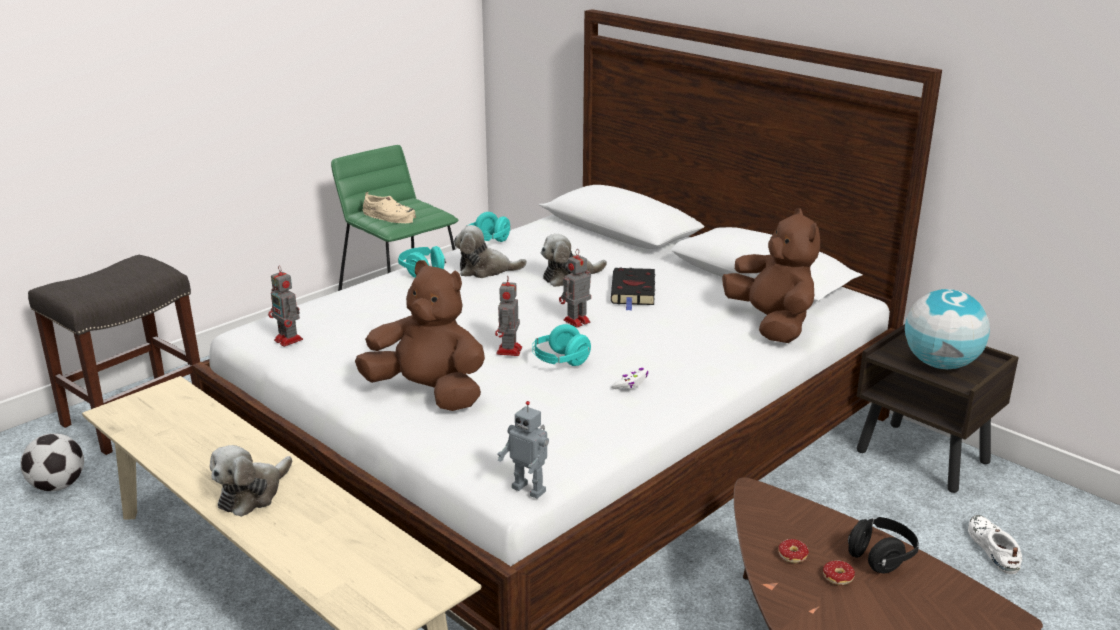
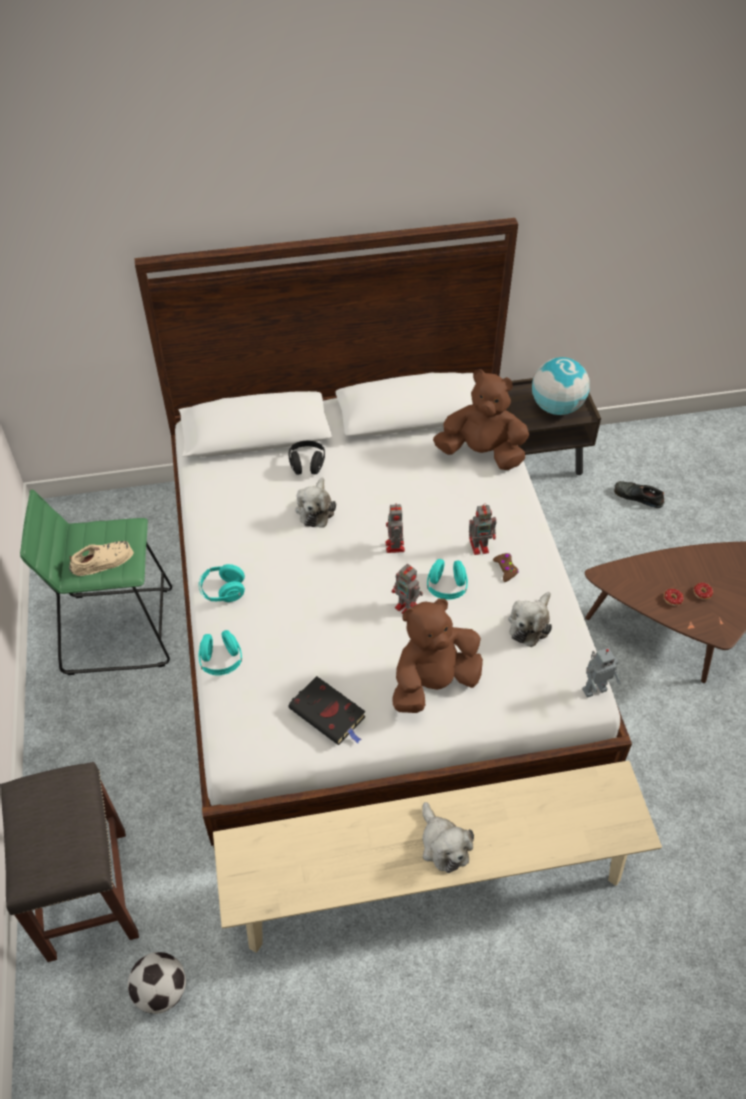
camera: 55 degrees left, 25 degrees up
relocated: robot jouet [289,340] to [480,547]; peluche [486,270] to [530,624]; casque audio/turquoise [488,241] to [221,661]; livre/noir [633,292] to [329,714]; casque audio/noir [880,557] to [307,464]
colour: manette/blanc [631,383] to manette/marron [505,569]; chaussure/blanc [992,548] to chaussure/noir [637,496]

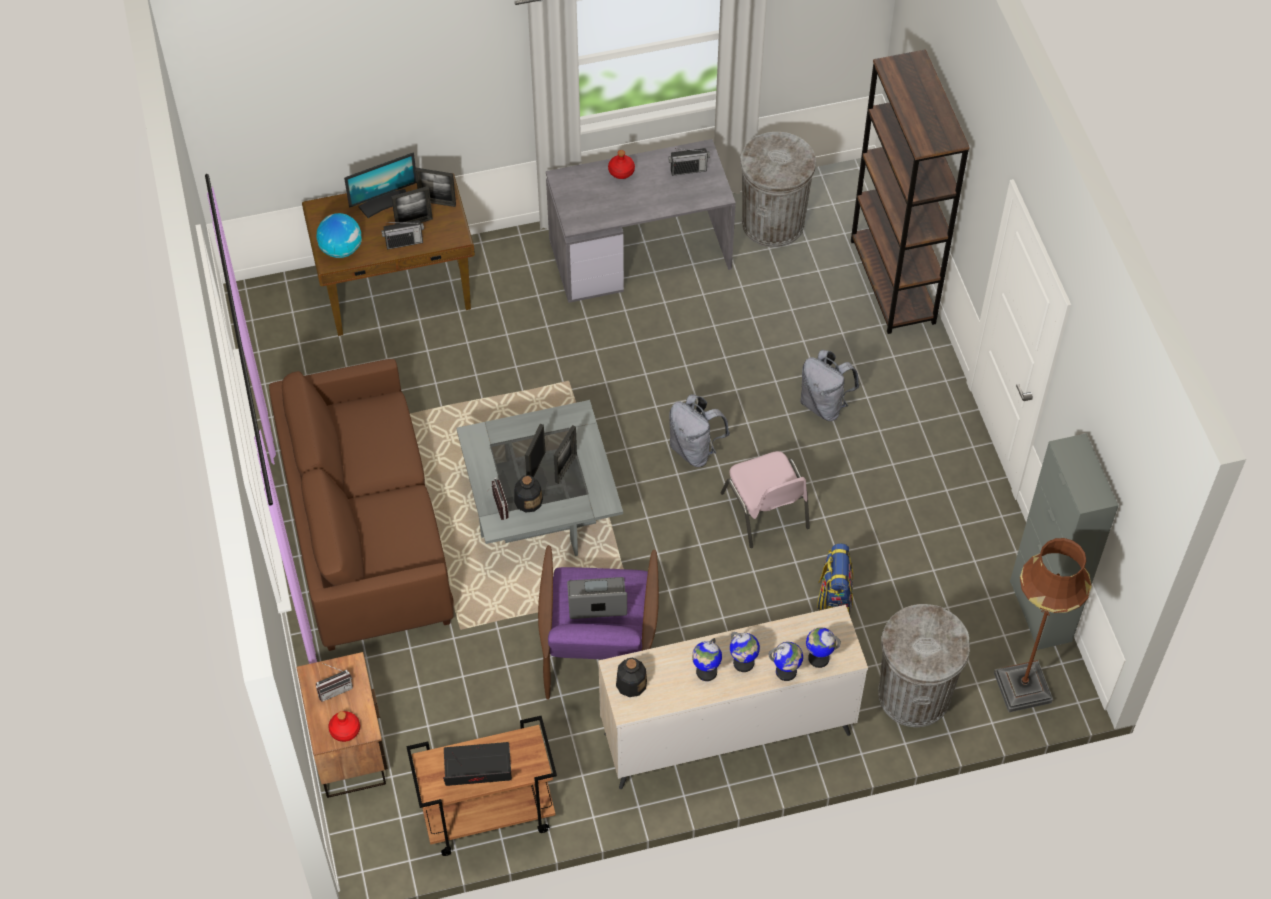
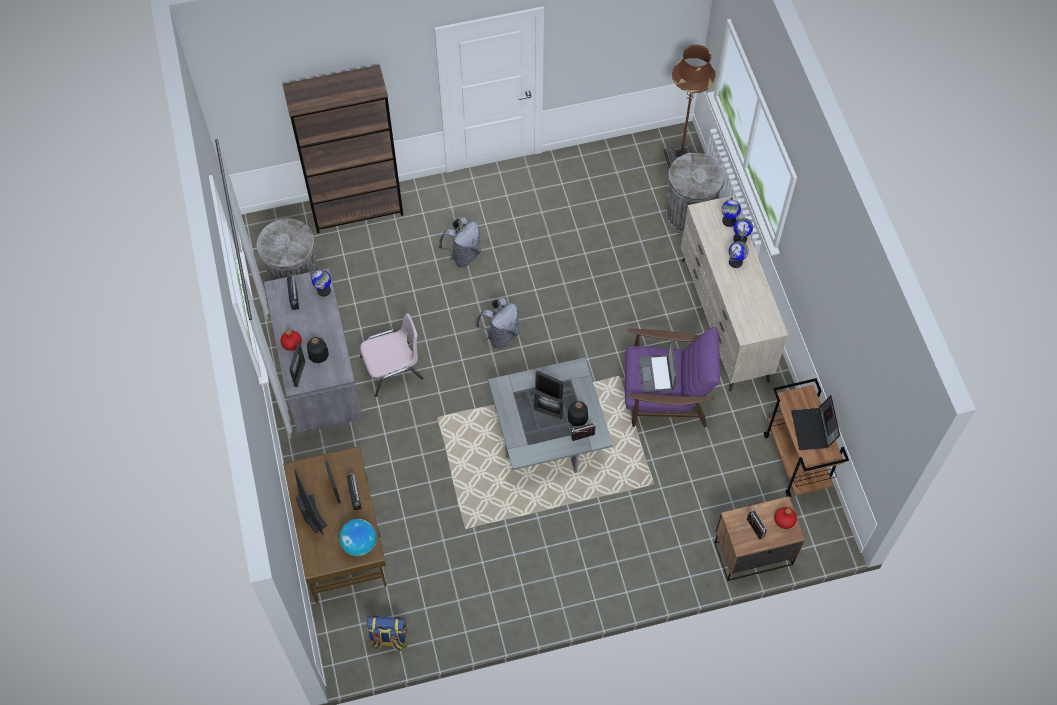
camera: 90 degrees left, 5 degrees up
missing: canapé/marron [366,532]; meuble de rangement/gris [1040,611]
relocated: cadre photo [437,202] to [299,374]; bouteille [631,683] to [318,354]; globe [706,672] to [324,290]; chaise/rose [766,511] to [393,368]; sac à dos [834,598] to [389,639]

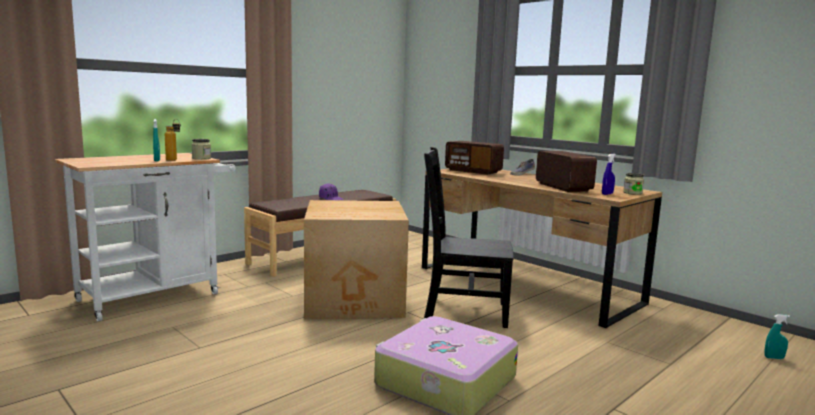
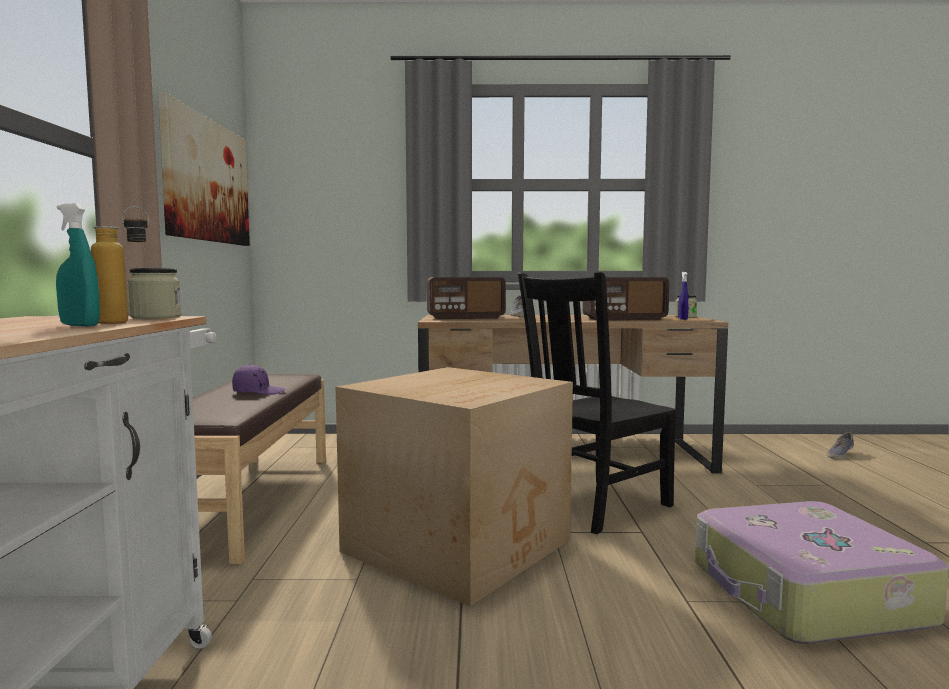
camera: 45 degrees left, 5 degrees down
appeared: tableau [207,181]
exchanged: vaporisateur/turquoise [774,358] to chaussure [839,454]
spun: radio [563,187] = [624,319] 150 degrees clockwise

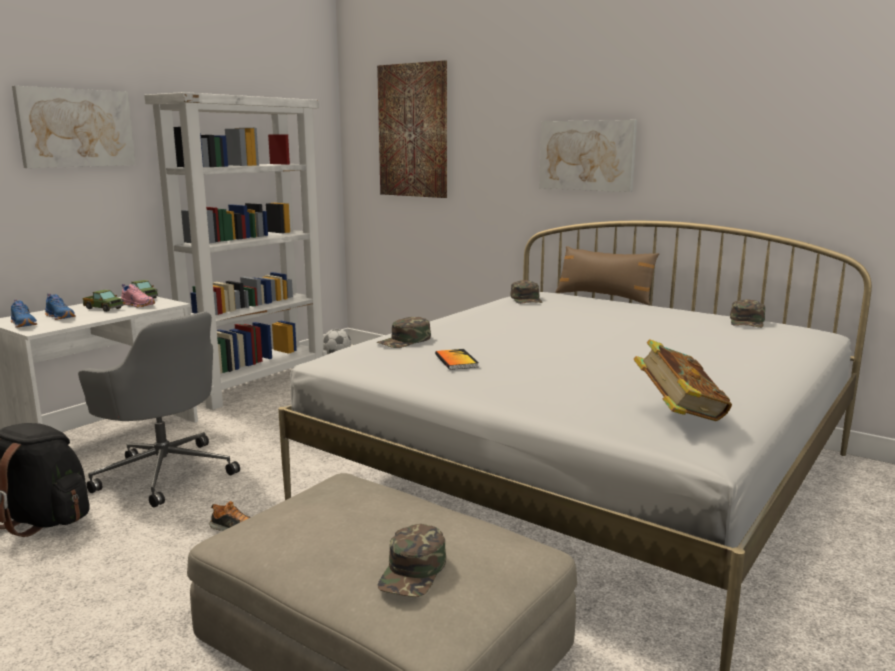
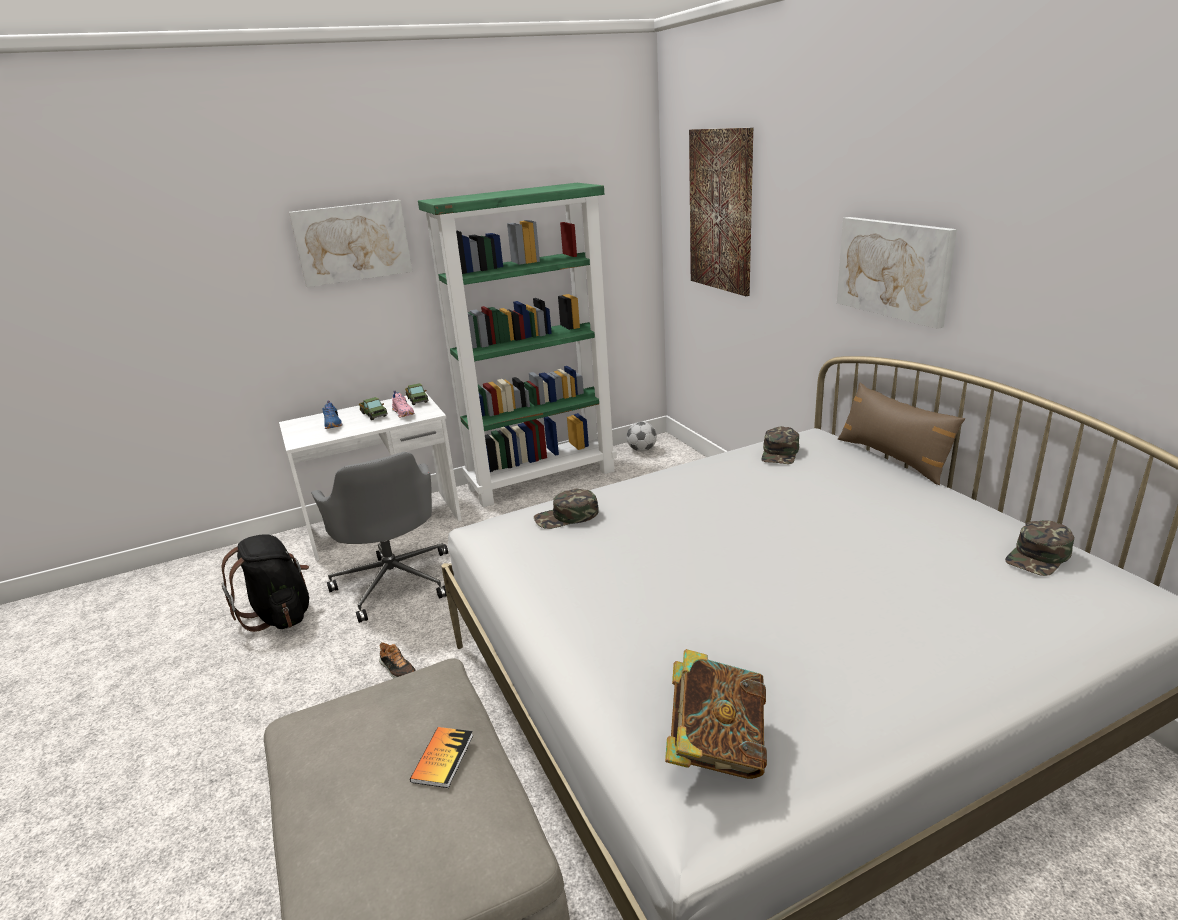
camera: 30 degrees right, 10 degrees up
missing: chaussure/bleu [24,324]; casquette/vert [413,571]
relocated: livre [456,361] to [442,758]
colour: bibliothèque/blanc [257,384] to bibliothèque/vert [542,479]

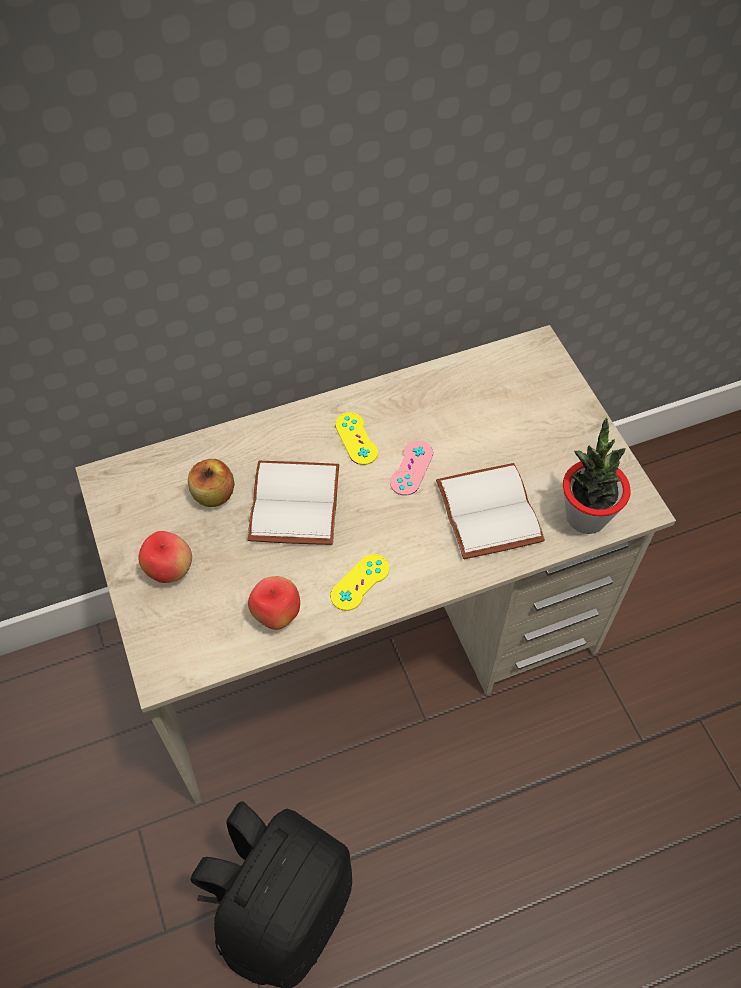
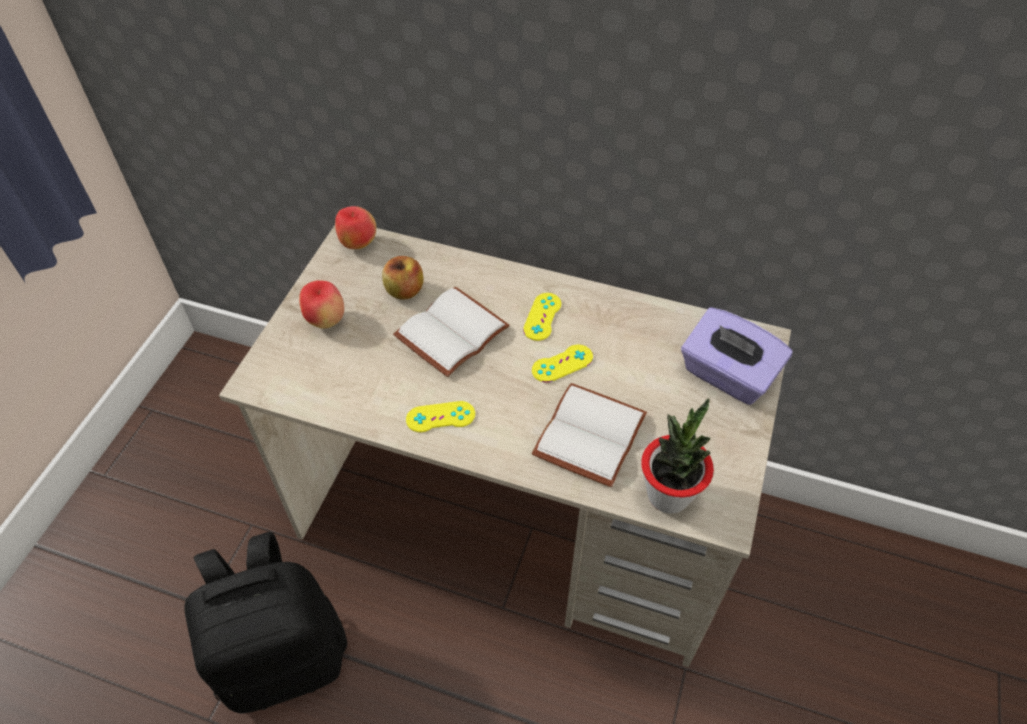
camera: 40 degrees right, 5 degrees down
appeared: boîte à mouchoirs/violet [727,375]
relocated: pomme [276,615] to [358,244]
colour: manette/rose [411,468] to manette/jaune [562,363]

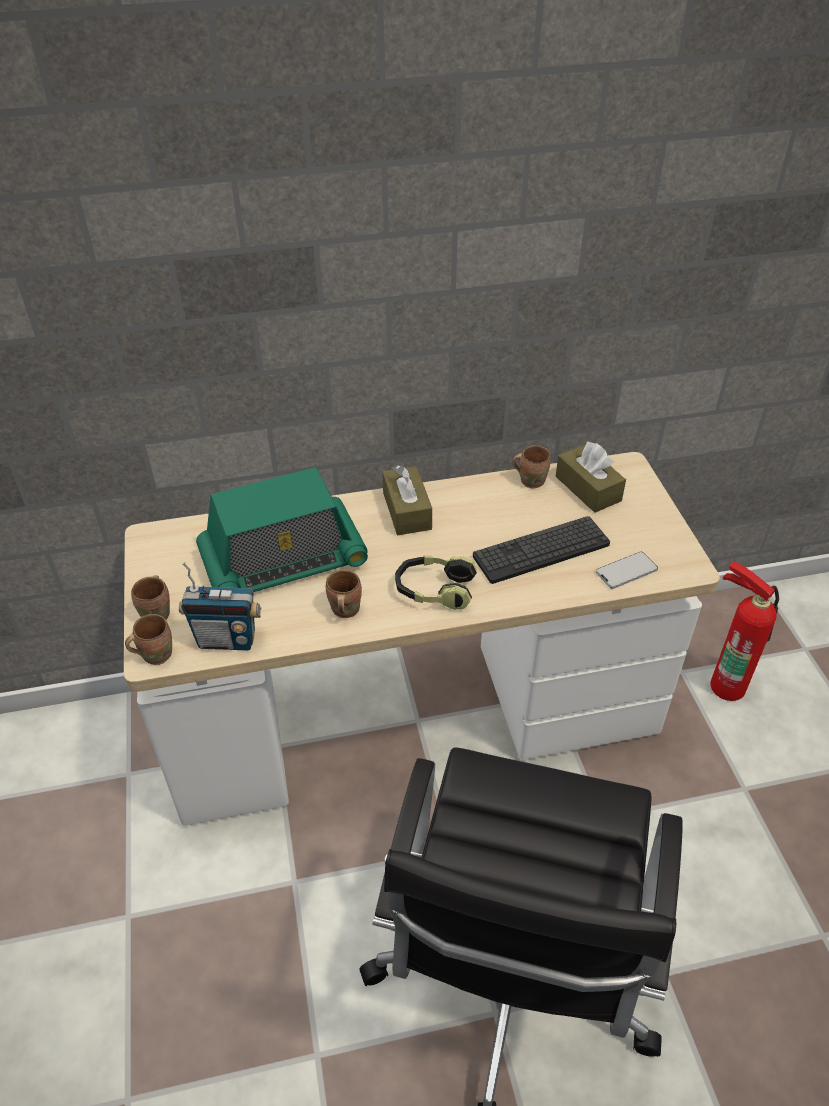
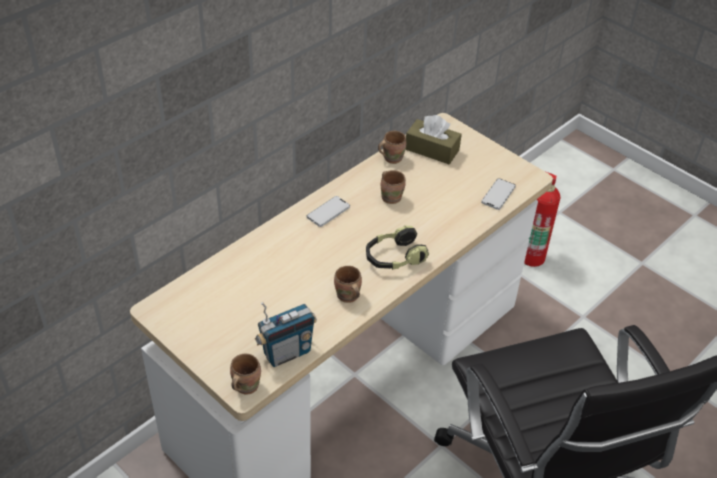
camera: 35 degrees left, 0 degrees up
missing: radio [283,561]; clavier [541,550]
relocated: mug/marron [158,613] to [391,197]
exchanged: boîte à mouchoirs/marron [407,511] to téléphone [328,212]

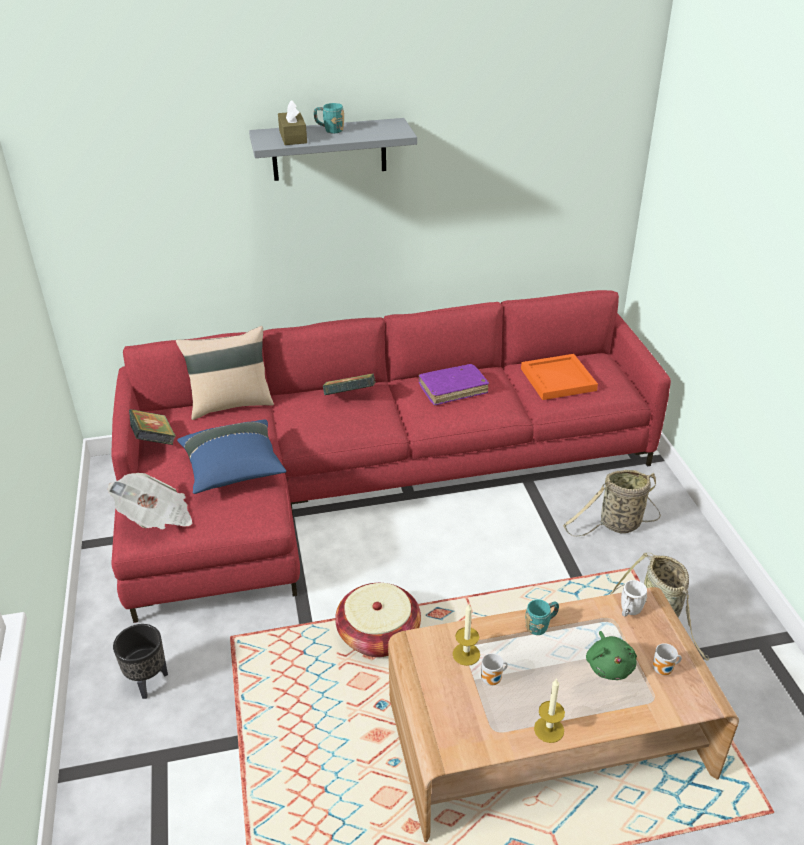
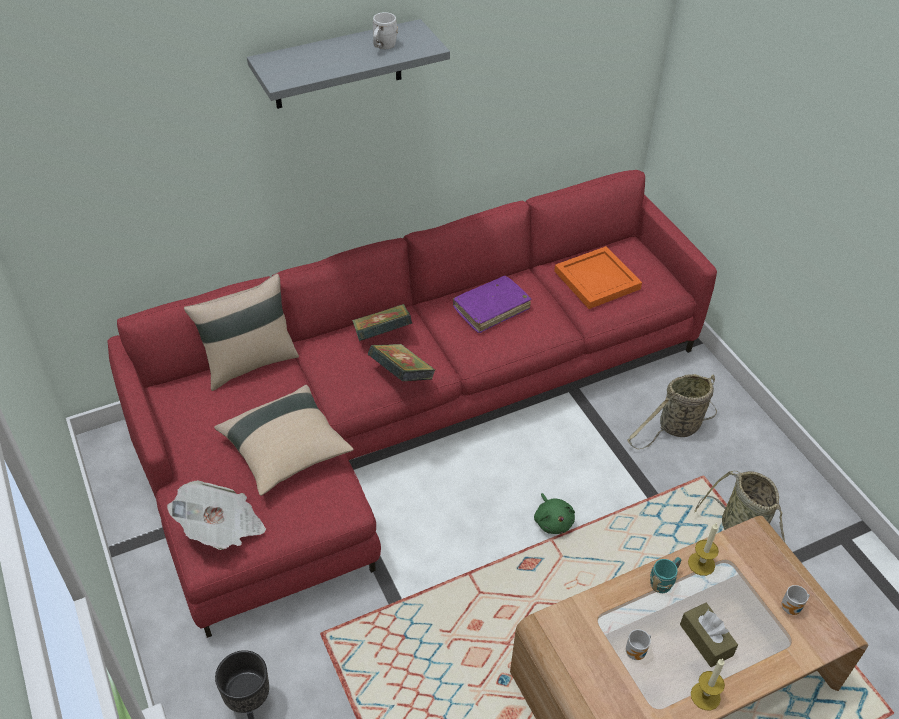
camera: 15 degrees left, 10 degrees up
missing: mug/turquoise [330,130]; panier [379,635]
relocated: livre [154,441] to [401,375]; boîte à mouchoirs/marron [293,137] to [706,640]; bougie [466,654] to [701,564]; peluche/vert [609,665] to [553,521]; mug/blanc [629,611] to [383,47]
colour: coussin/bleu [233,470] to coussin/beige [286,451]

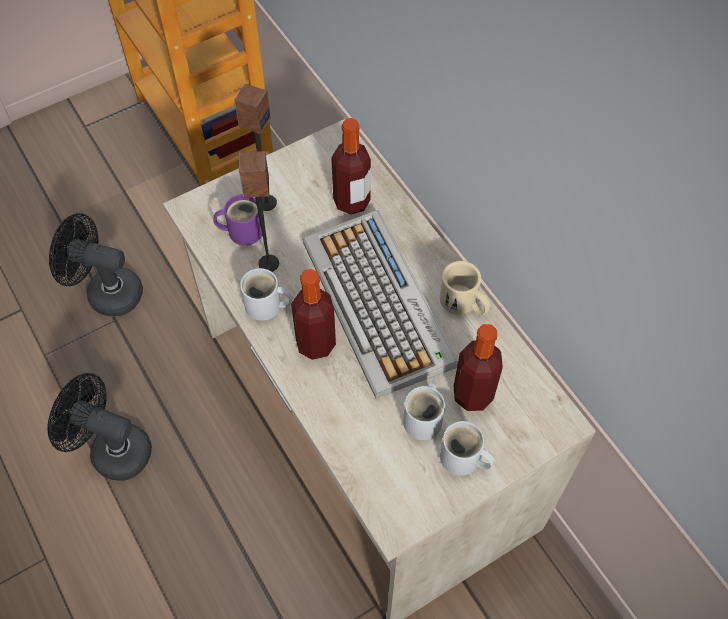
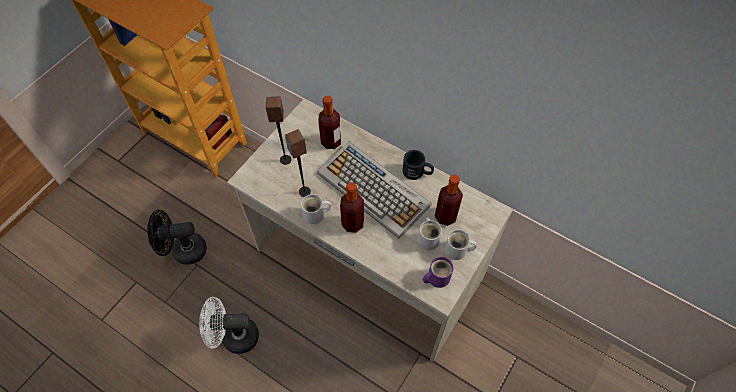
camera: 25 degrees left, 0 degrees up
relocated: mug/violet [242,230] to [436,277]
colour: ventilateur/noir [112,450] to ventilateur/blanc [234,337]; mug/beige [464,304] to mug/noir [417,172]

